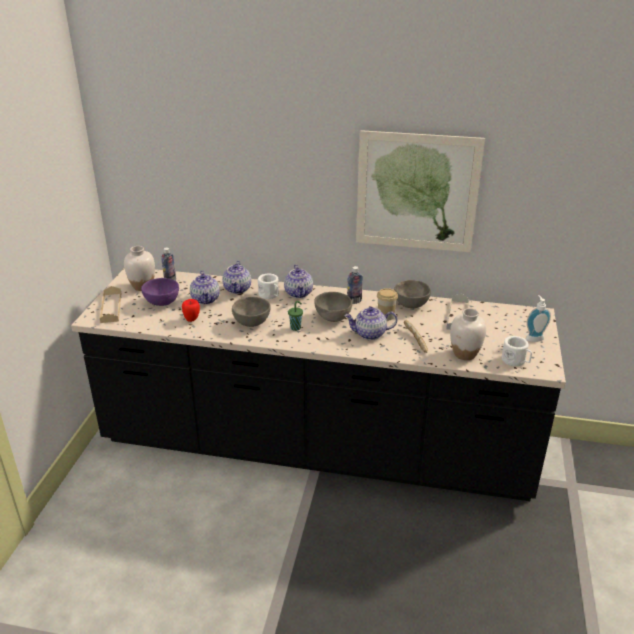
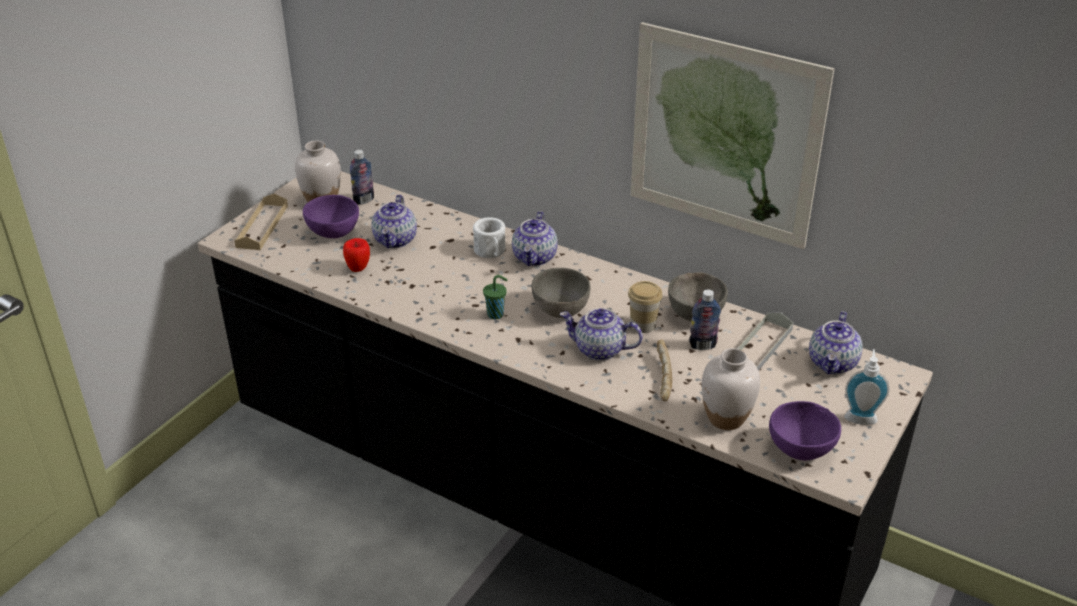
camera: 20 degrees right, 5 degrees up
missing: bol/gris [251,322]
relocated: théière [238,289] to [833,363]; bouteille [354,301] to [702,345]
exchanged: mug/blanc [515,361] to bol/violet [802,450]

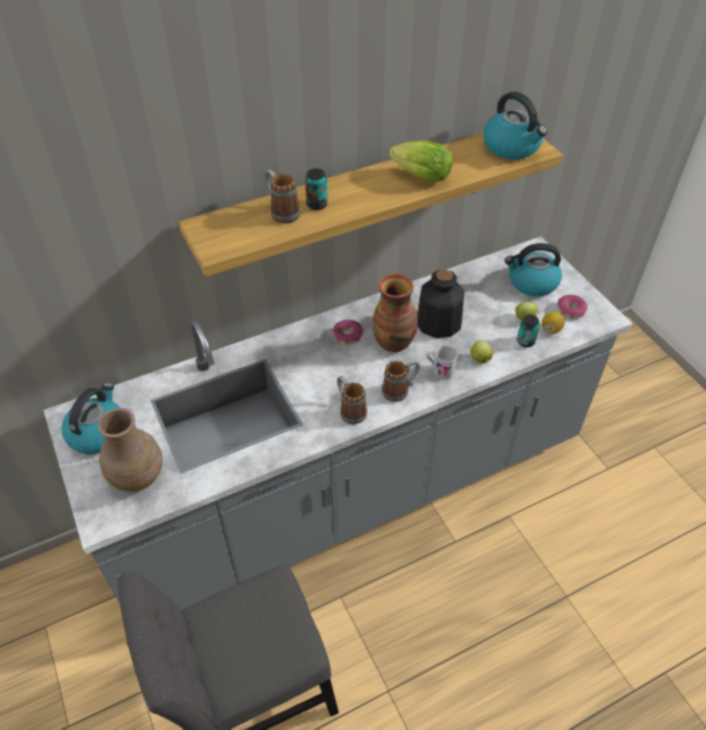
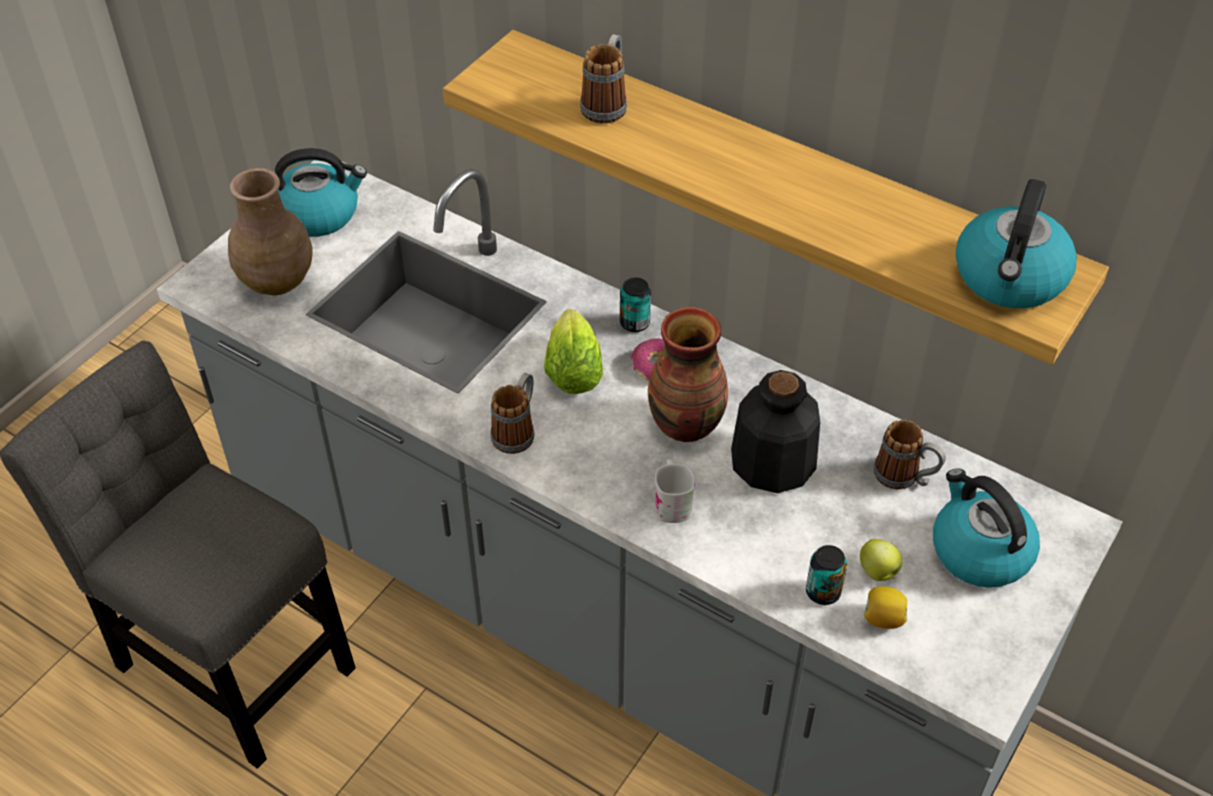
camera: 60 degrees right, 0 degrees up
missing: pomme [479,358]; beignet [570,310]
relocated: boîte métallique [317,204] to [634,323]; mug [400,390] to [905,478]; laitue [418,176] to [573,368]

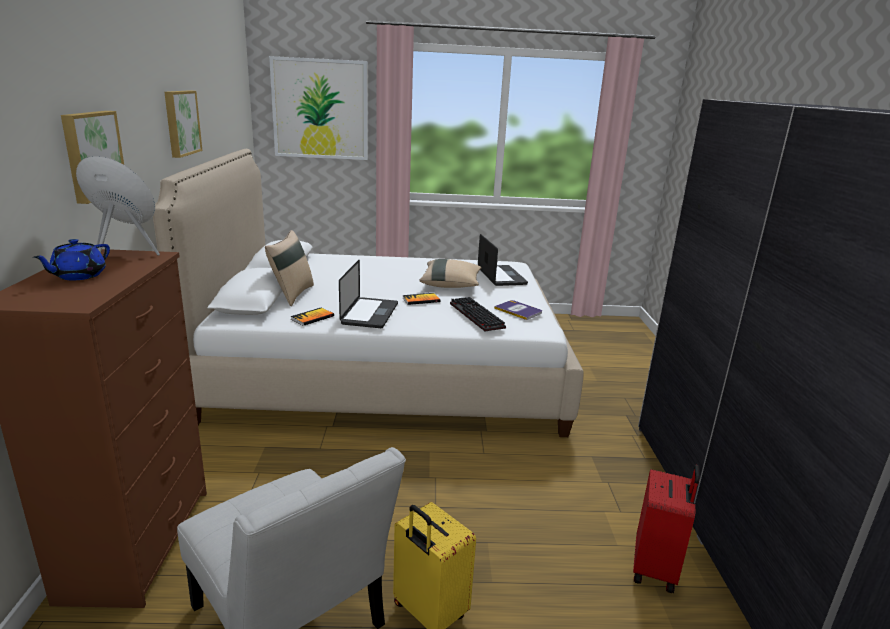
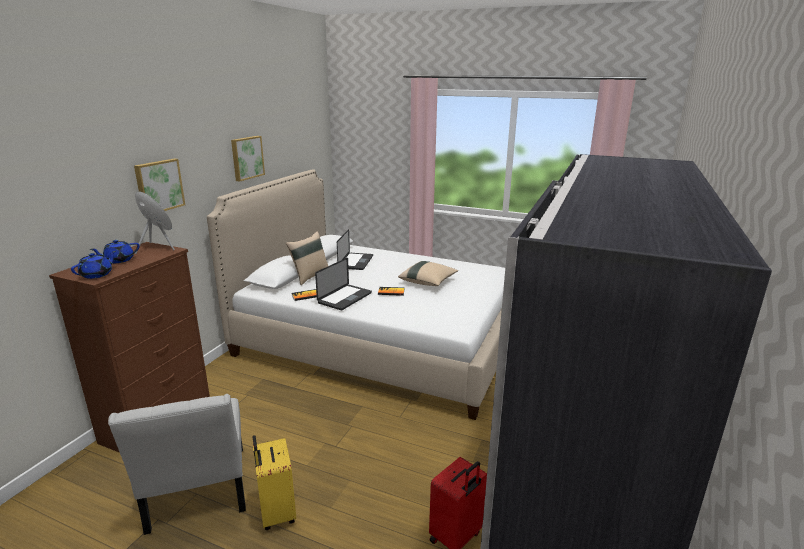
camera: 25 degrees right, 0 degrees up
missing: tableau [320,109]; clavier [474,315]; livre [518,310]
appeared: théière/bleu [97,274]
relocated: ordinateur portable [501,276] to [355,262]

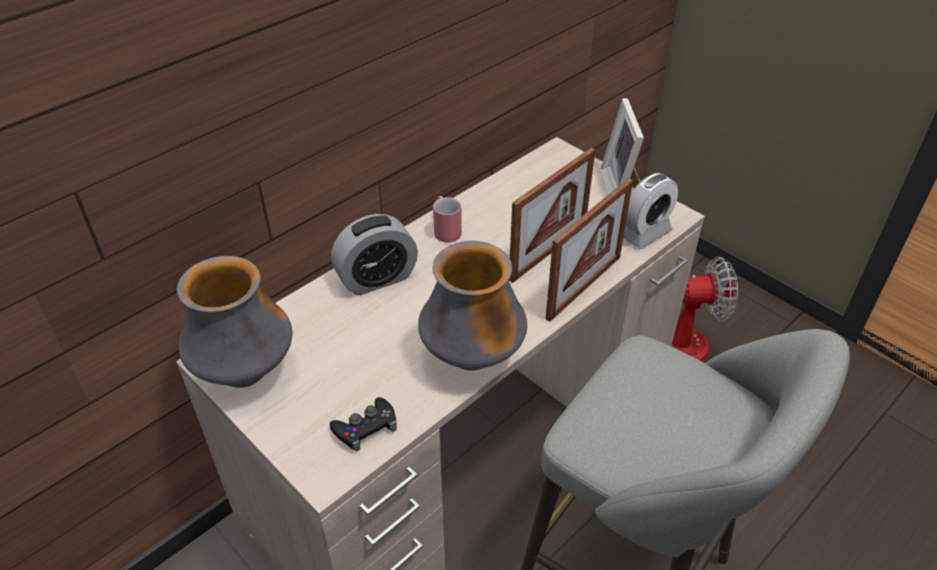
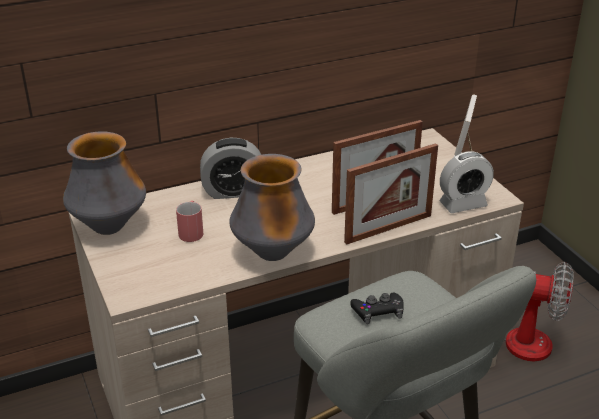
camera: 20 degrees right, 10 degrees down
relocated: manette/noir [365,428] to [378,311]; mug/rouge [445,229] to [191,231]

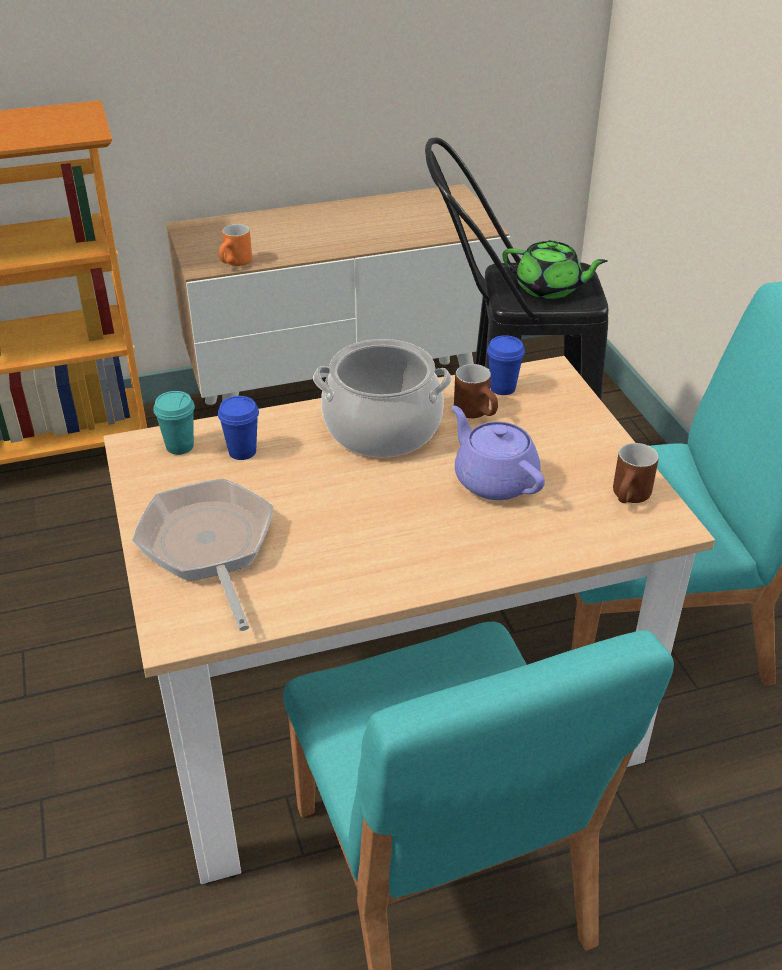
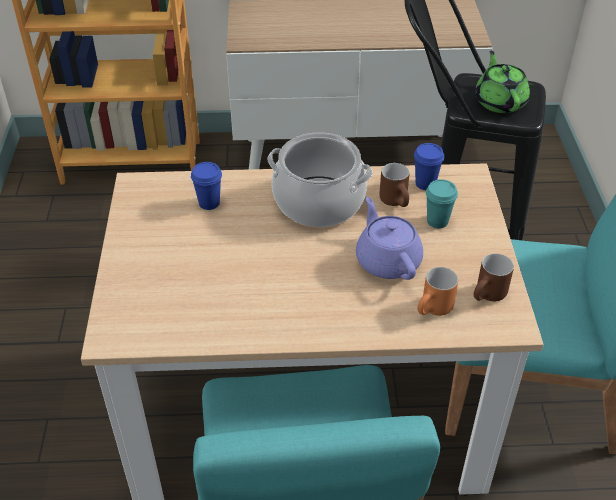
camera: 15 degrees right, 5 degrees up
missing: poêle [209,547]
relocated: tasse/turquoise [180,446] to [437,221]; mug/orange [236,264] to [434,311]
spun: théière/vert [549,289] = [500,102] 135 degrees counterclockwise

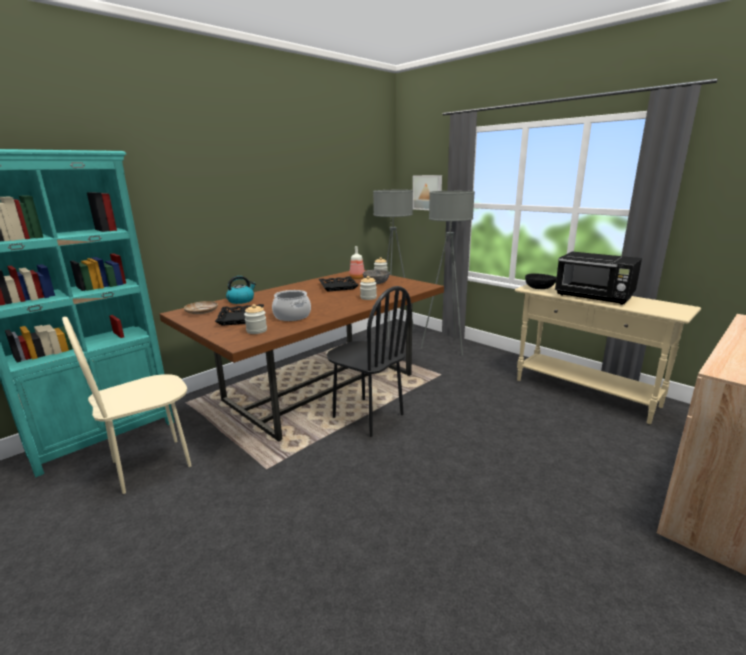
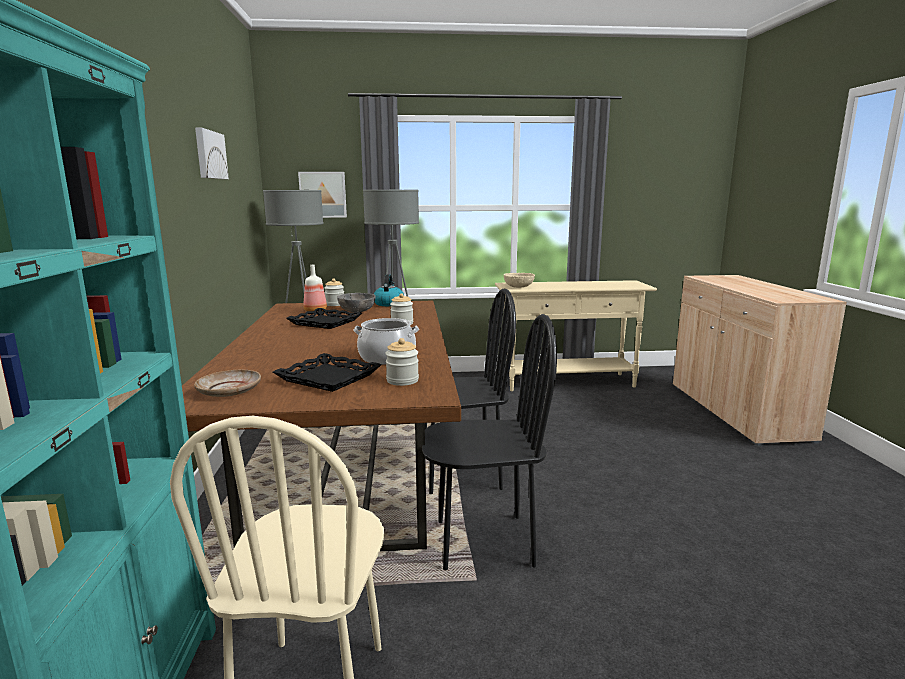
camera: 50 degrees left, 5 degrees down
missing: micro-ondes/noir [594,297]
appeared: tableau [209,155]; chaise/noir [484,542]
relocated: bouilloire [241,300] to [388,303]
colour: bol/noir [539,288] to bol/beige [518,287]

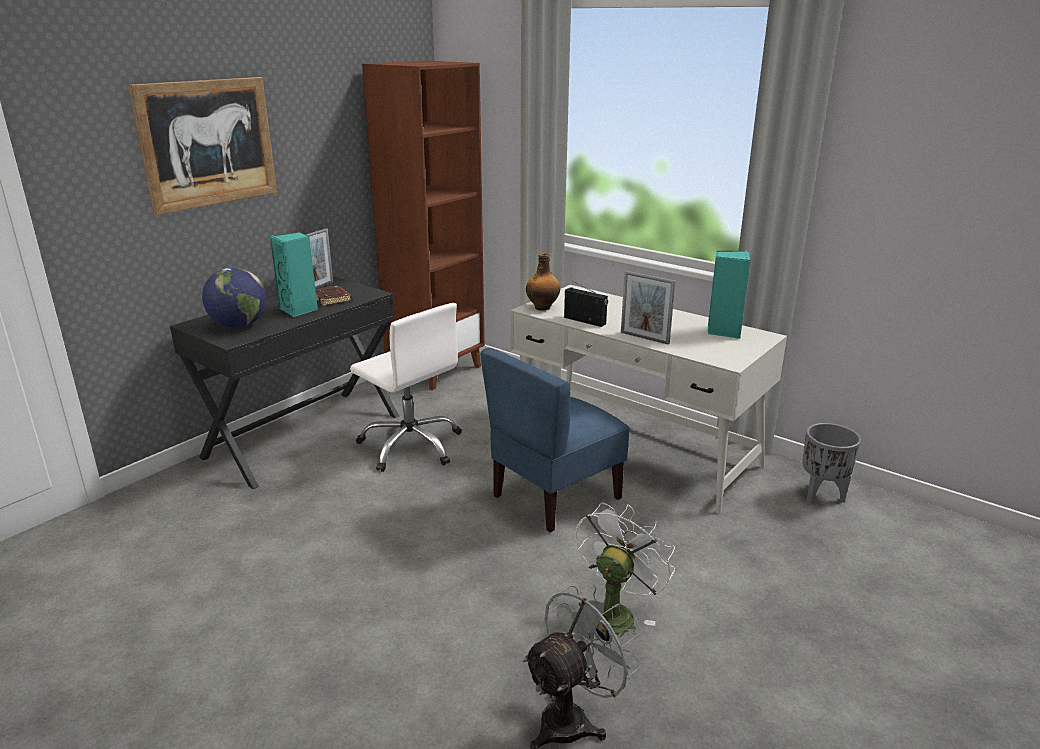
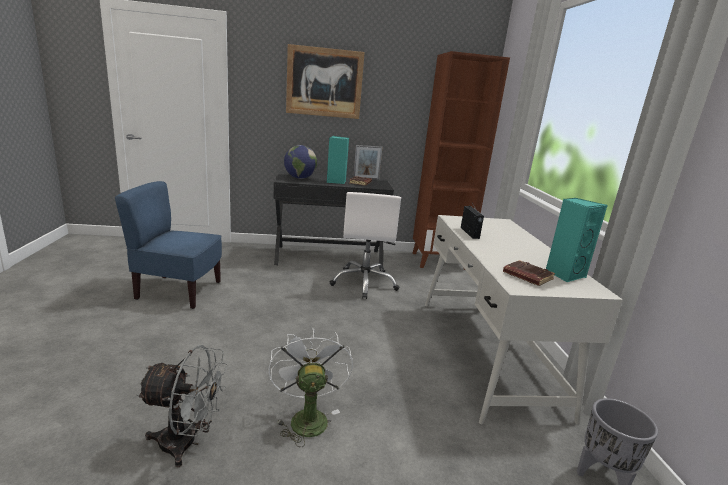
camera: 45 degrees right, 5 degrees down
missing: bouteille [543,307]; cadre photo [644,338]
appeared: livre/marron [526,276]
relocated: chaise/bleu [555,497] to [178,291]
spun: ventilateur/blanc [614,612] = [307,417] 90 degrees counterclockwise

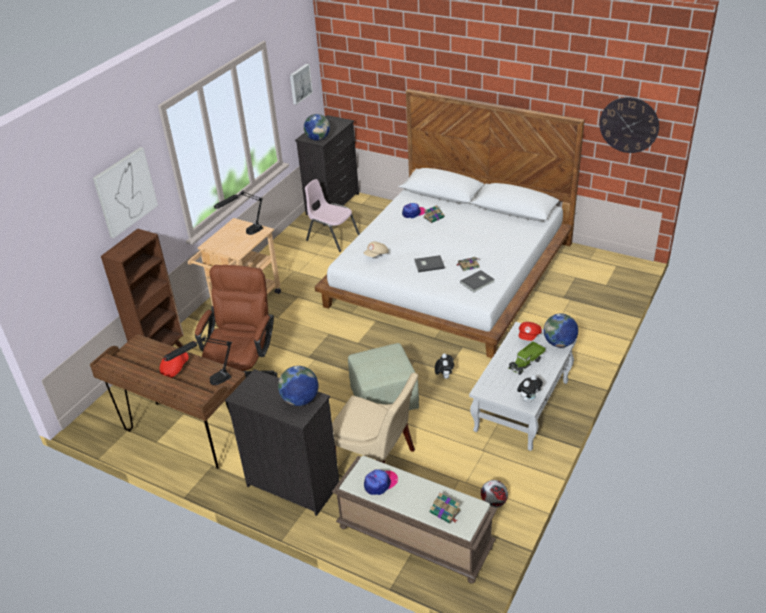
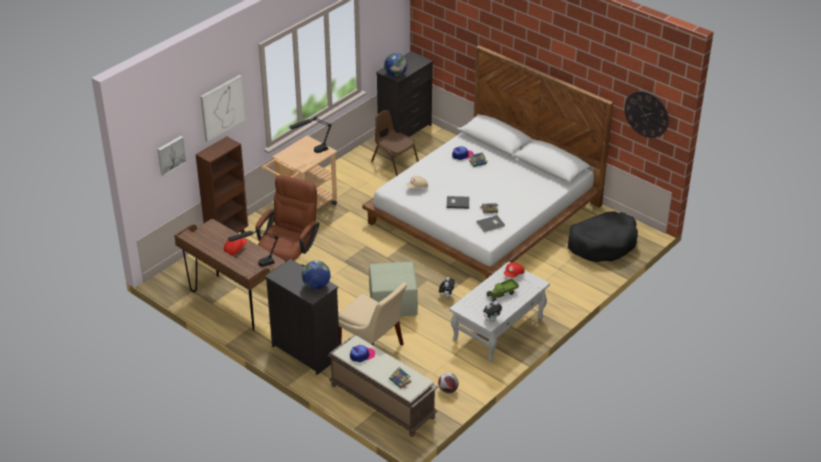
camera: 10 degrees right, 0 degrees up
missing: globe [559,343]
appeared: panier pour chien/noir [602,244]
relocated: tableau [299,83] to [170,155]
colour: chaise/rose [332,237] to chaise/marron [394,163]

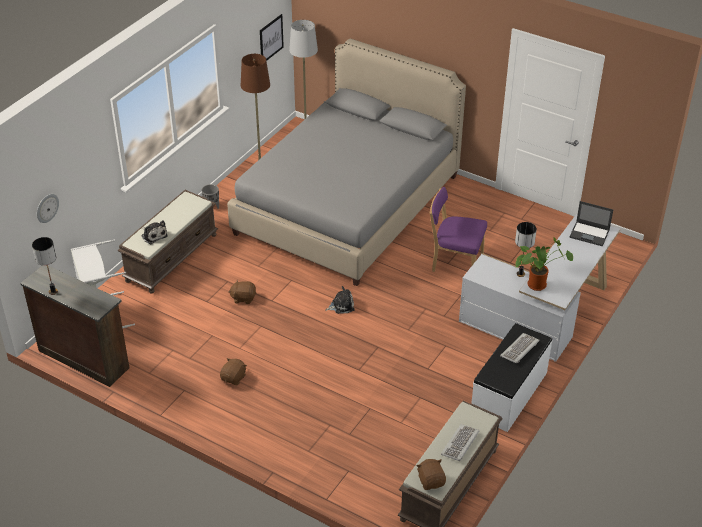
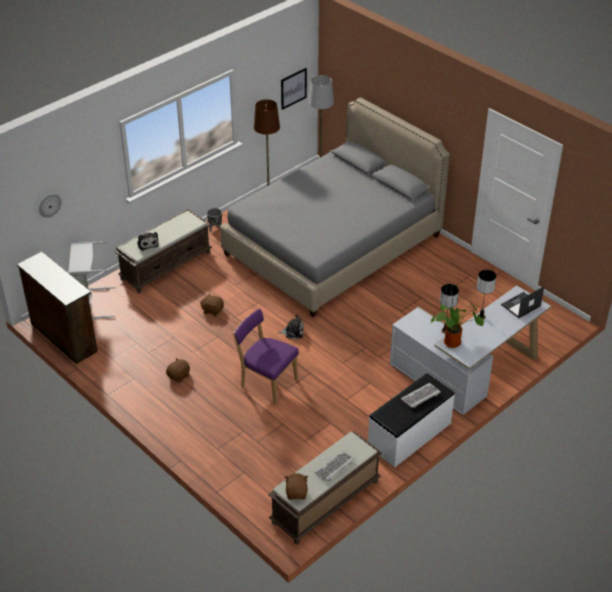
camera: 15 degrees right, 0 degrees up
relocated: lampe de table [53,292] to [481,317]; chaise/violet [454,262] to [267,382]
spun: ordinateur portable [590,234] = [520,305] 105 degrees clockwise

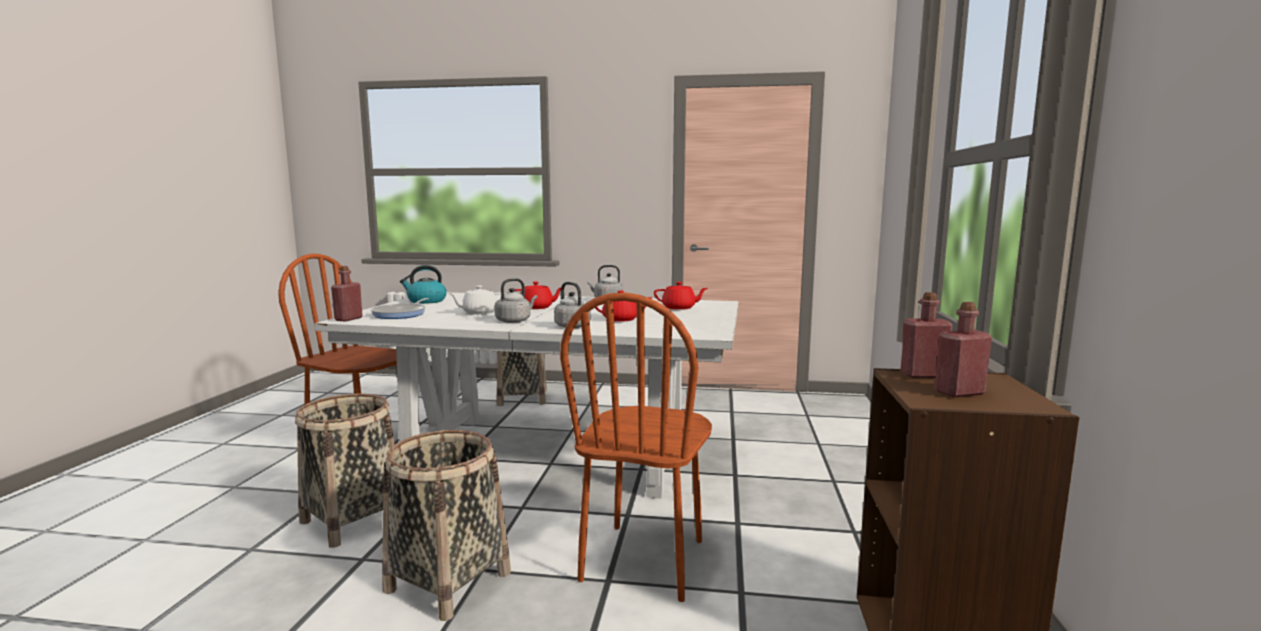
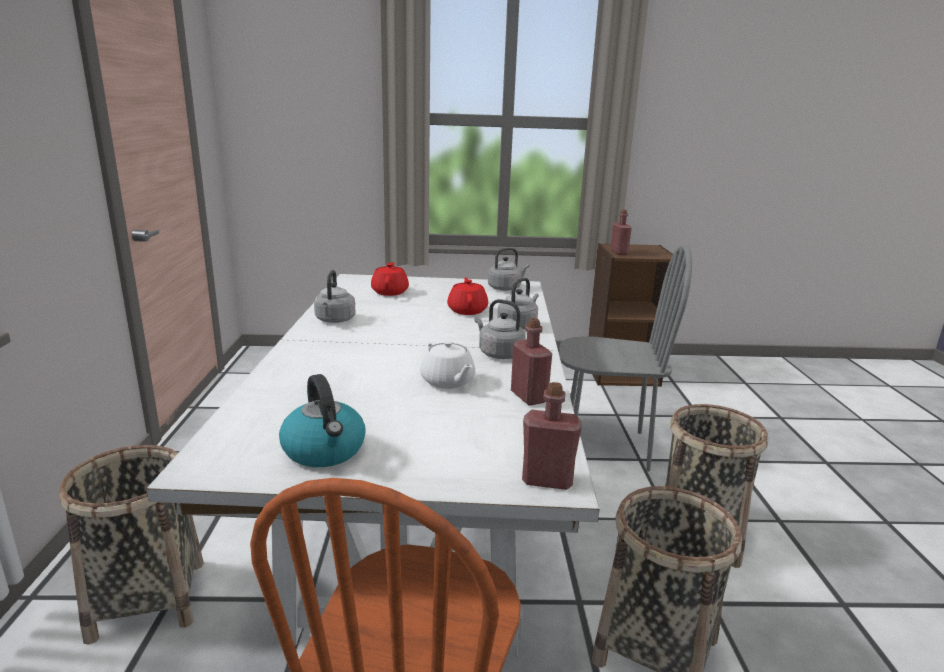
camera: 100 degrees left, 10 degrees up
missing: poêle [401,314]; théière/rouge [537,307]
appeared: bouilloire/gris [506,288]
relocated: bouteille/rouge [959,392] to [529,397]
colour: chaise/marron [644,560] to chaise/gris [605,447]

